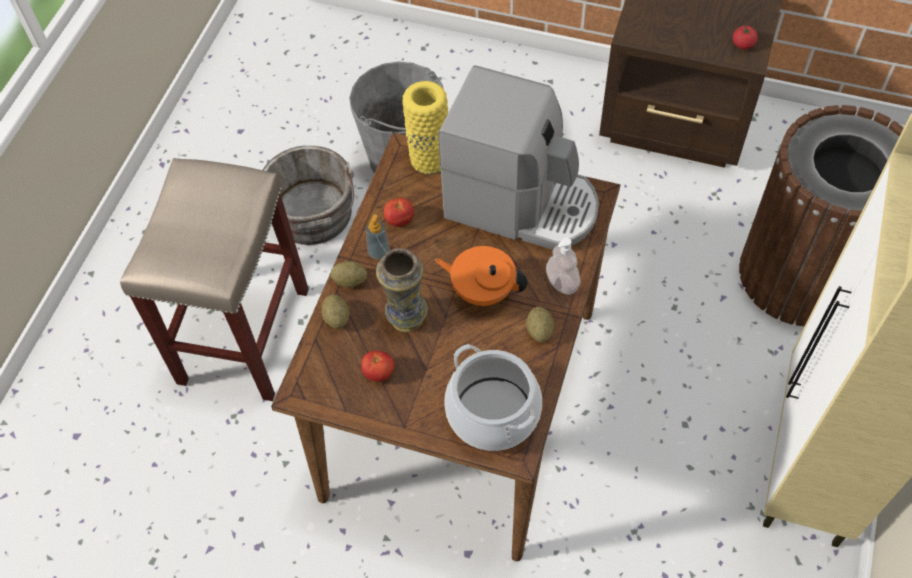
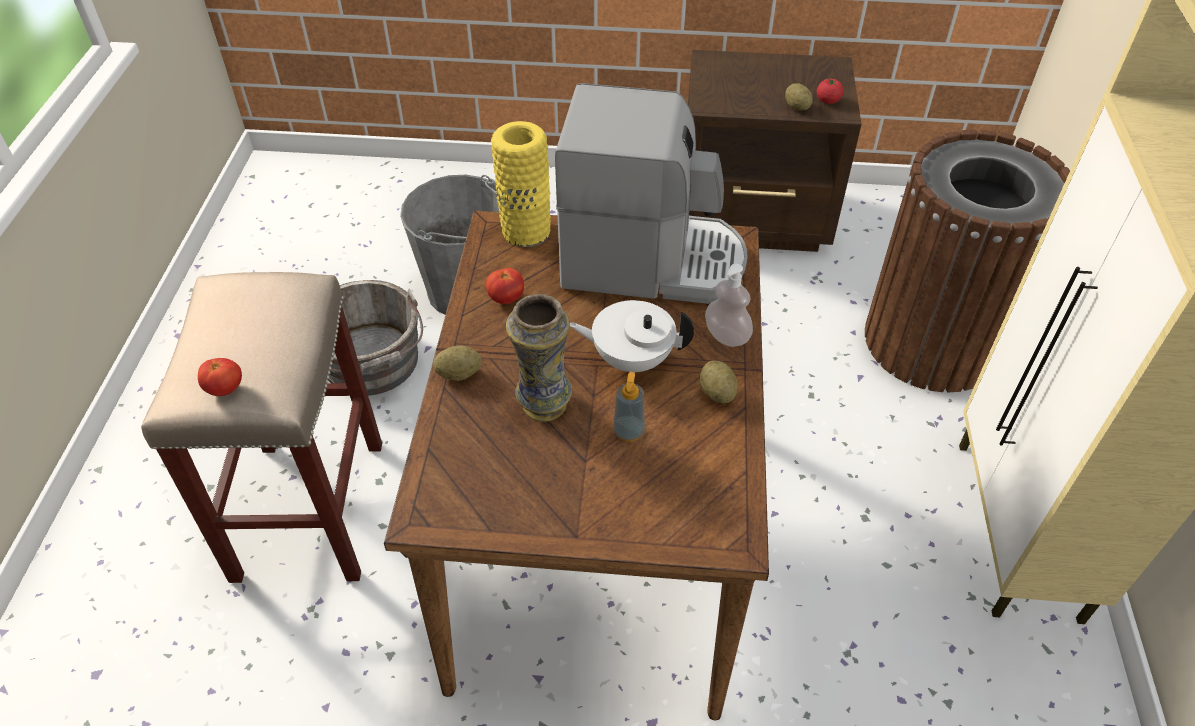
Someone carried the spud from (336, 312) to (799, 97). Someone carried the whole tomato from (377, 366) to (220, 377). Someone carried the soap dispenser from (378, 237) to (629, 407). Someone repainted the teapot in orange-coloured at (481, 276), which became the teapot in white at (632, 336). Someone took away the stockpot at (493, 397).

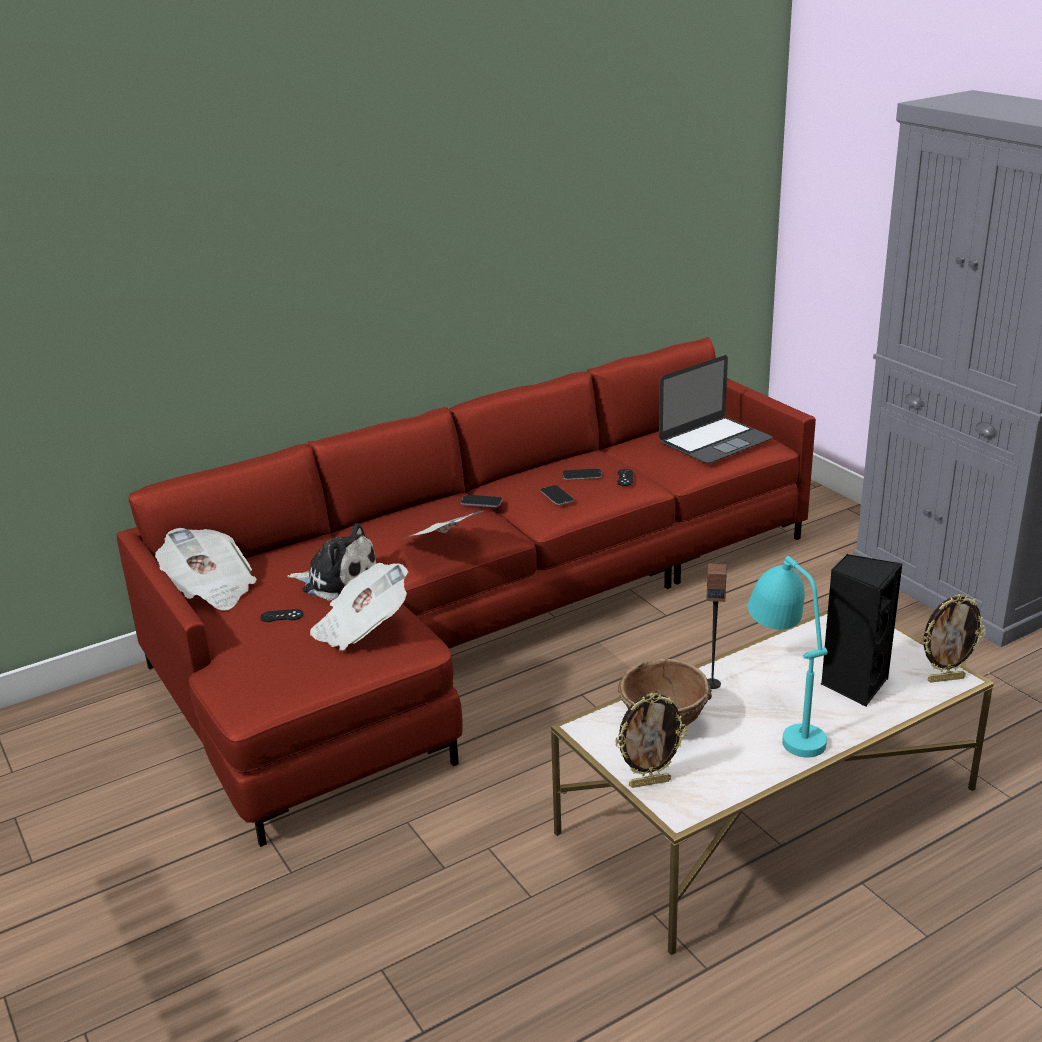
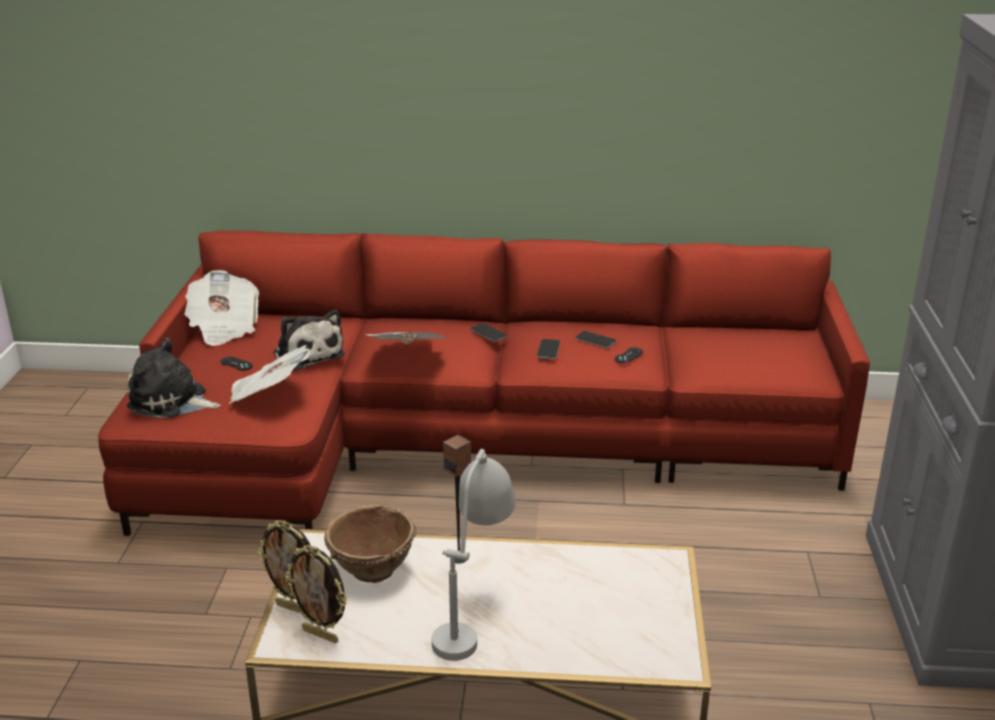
Someone took away the notebook computer at (716, 409). Someone repainted the lamp for a table in turquoise-coloured at (788, 656), which became the lamp for a table in grey at (474, 555). Someone took away the loudspeaker in black at (861, 630). Someone carried the standing frame from (953, 638) to (315, 594). Someone put down the plush toy at (173, 378).

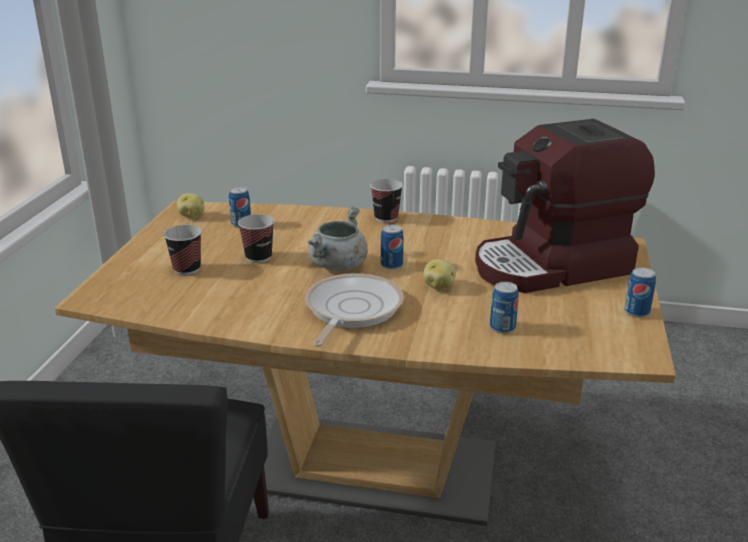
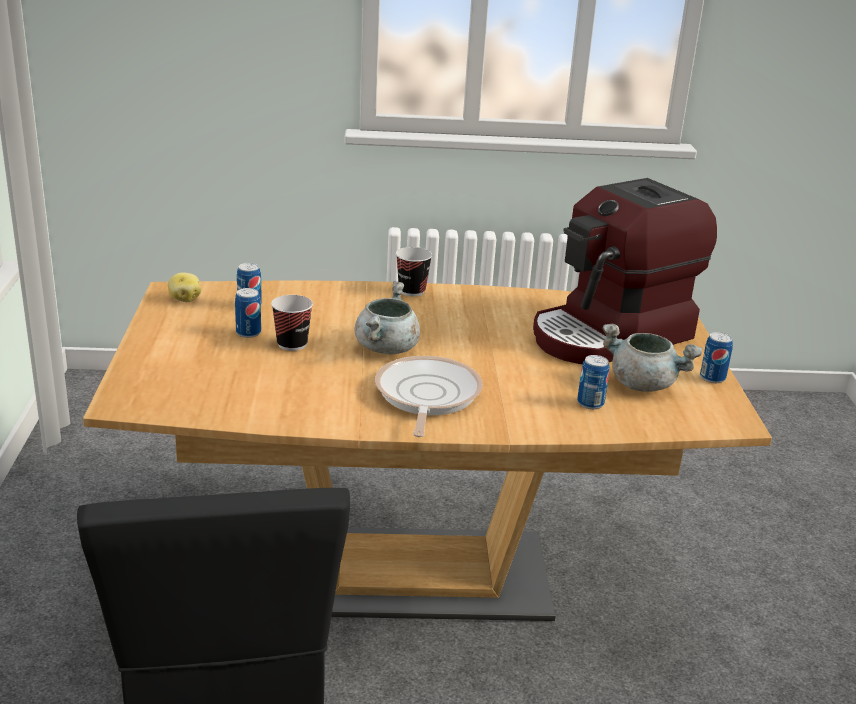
Someone took away the drinking cup at (183, 250). Someone carried the can from (392, 247) to (248, 313). Someone took away the spud at (439, 274). Someone put down the stockpot in grey at (652, 358).

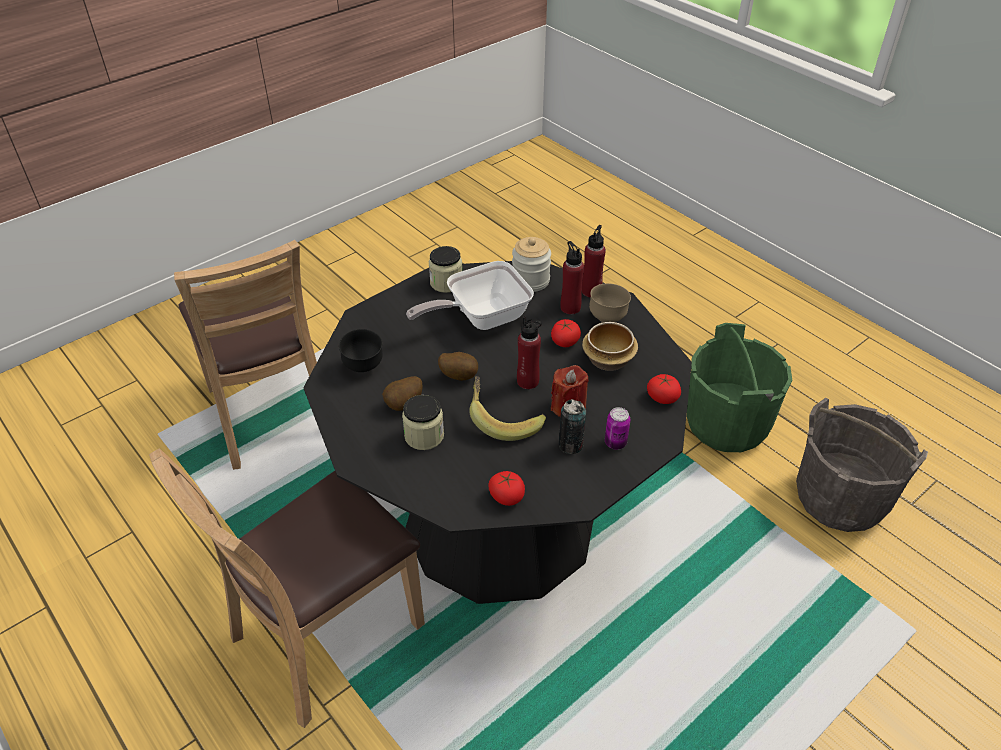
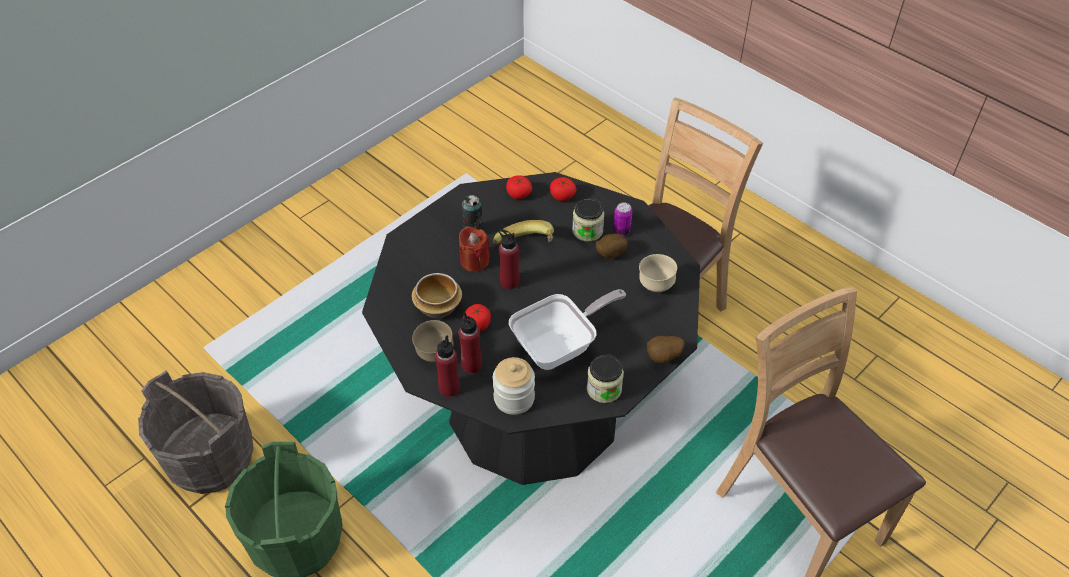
Someone repainted the bowl in black at (360, 350), which became the bowl in beige at (658, 273). Someone carried the spud from (458, 366) to (666, 349). Someone carried the can from (618, 428) to (623, 219). Someone carried the whole tomato from (664, 389) to (563, 189).

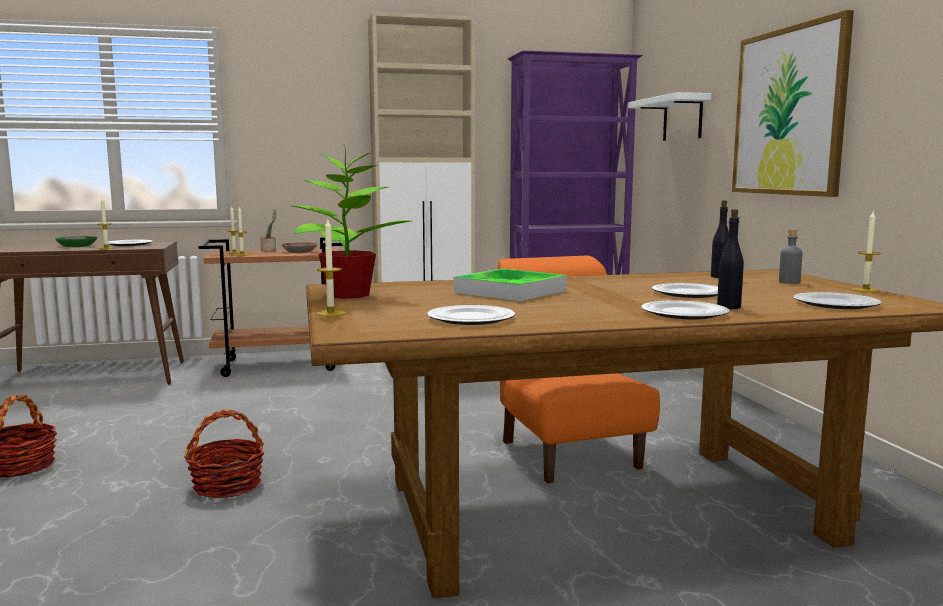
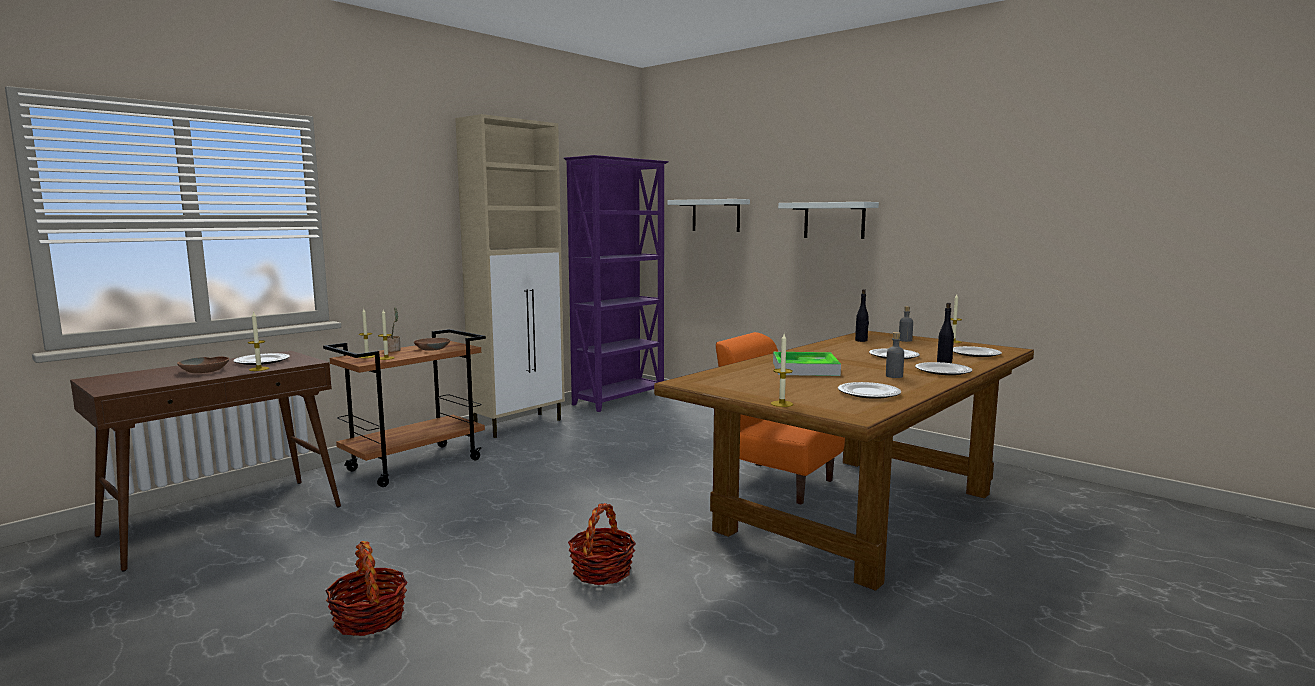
Someone repainted the bowl in green-coloured at (76, 241), which became the bowl in brownish at (203, 364). Someone took away the potted plant at (351, 221). Someone swapped the wall picture at (793, 103) for the wall shelf in white at (828, 220). Someone put down the drink bottle in grey at (895, 355).

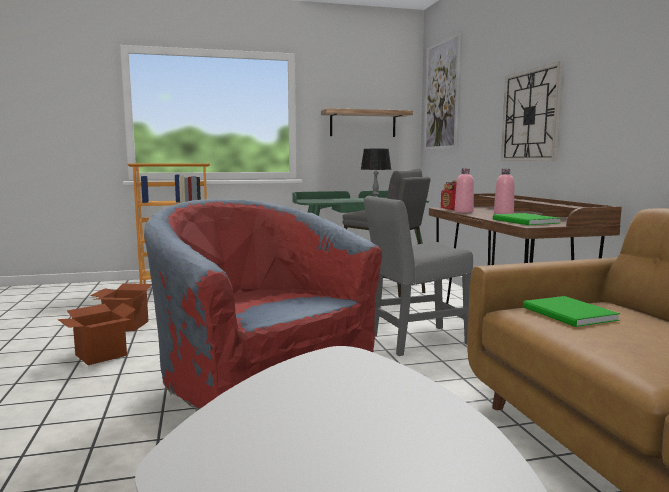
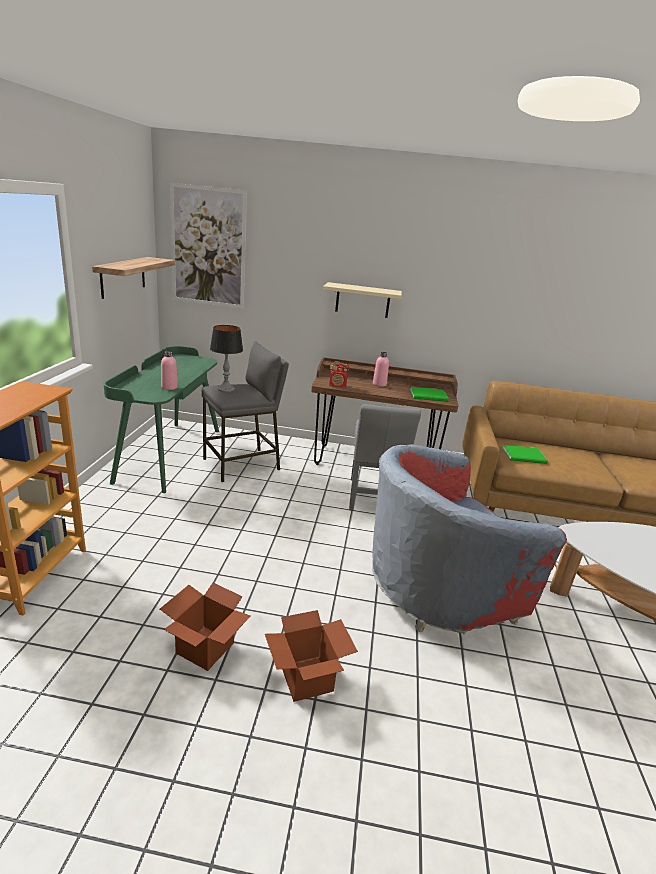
Someone carried the drink bottle in pink-coloured from (464, 190) to (169, 370). Someone swapped the hanging clock at (532, 111) for the wall shelf in beige at (362, 300).

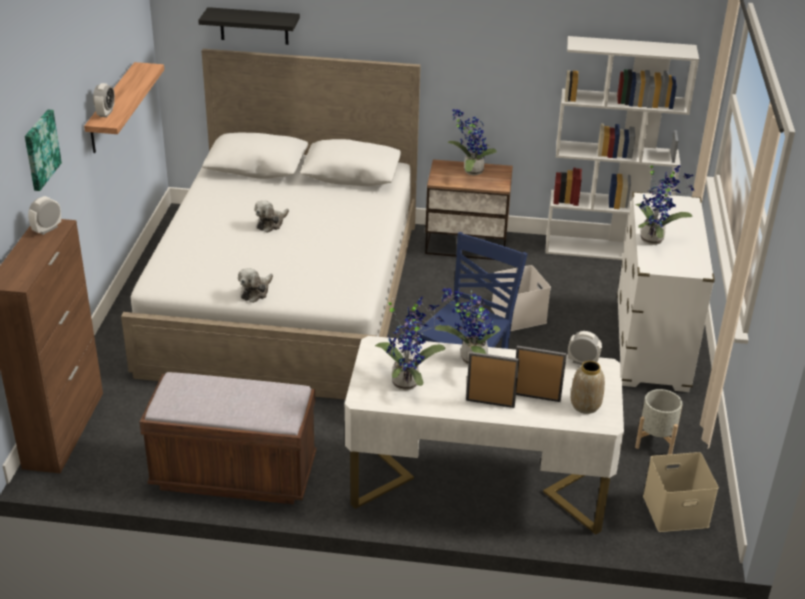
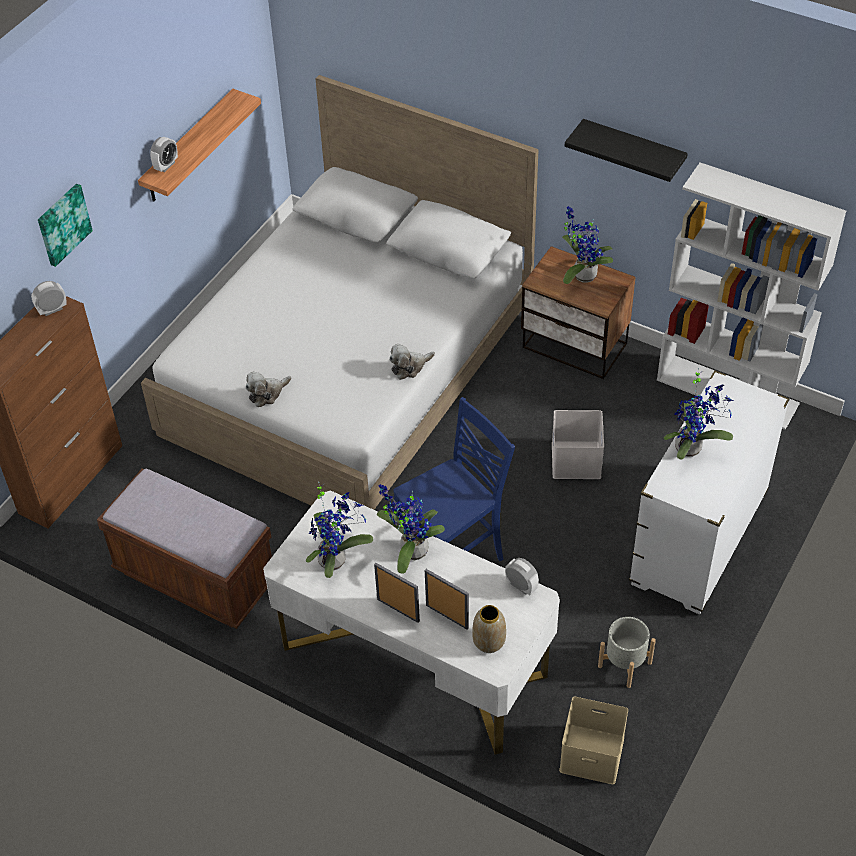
Someone carried the wall shelf in black from (249, 26) to (626, 150). Someone carried the plush toy from (271, 216) to (412, 362).

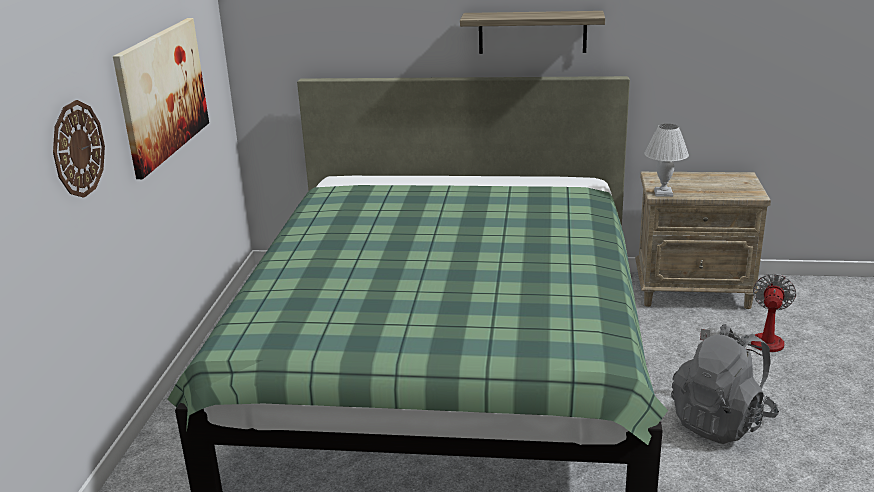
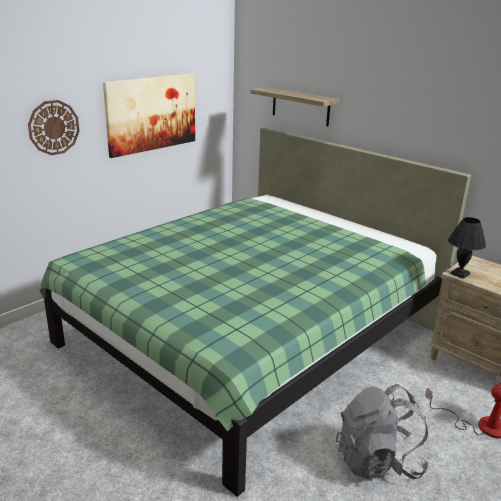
Someone carried the wall shelf from (532, 32) to (295, 106). Someone repainted the lamp for a table in white at (666, 160), which became the lamp for a table in black at (467, 248).

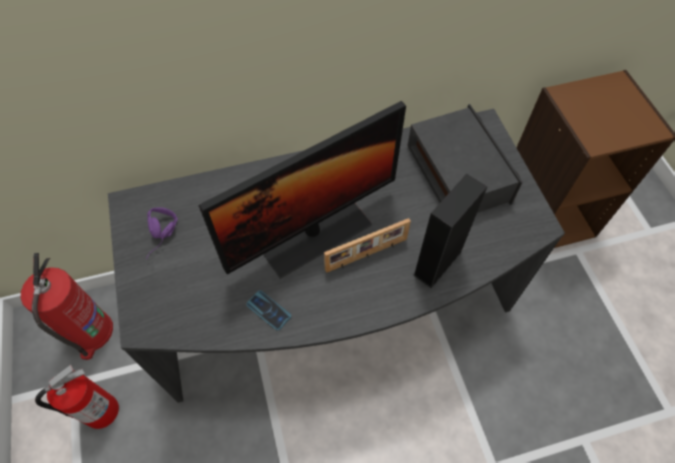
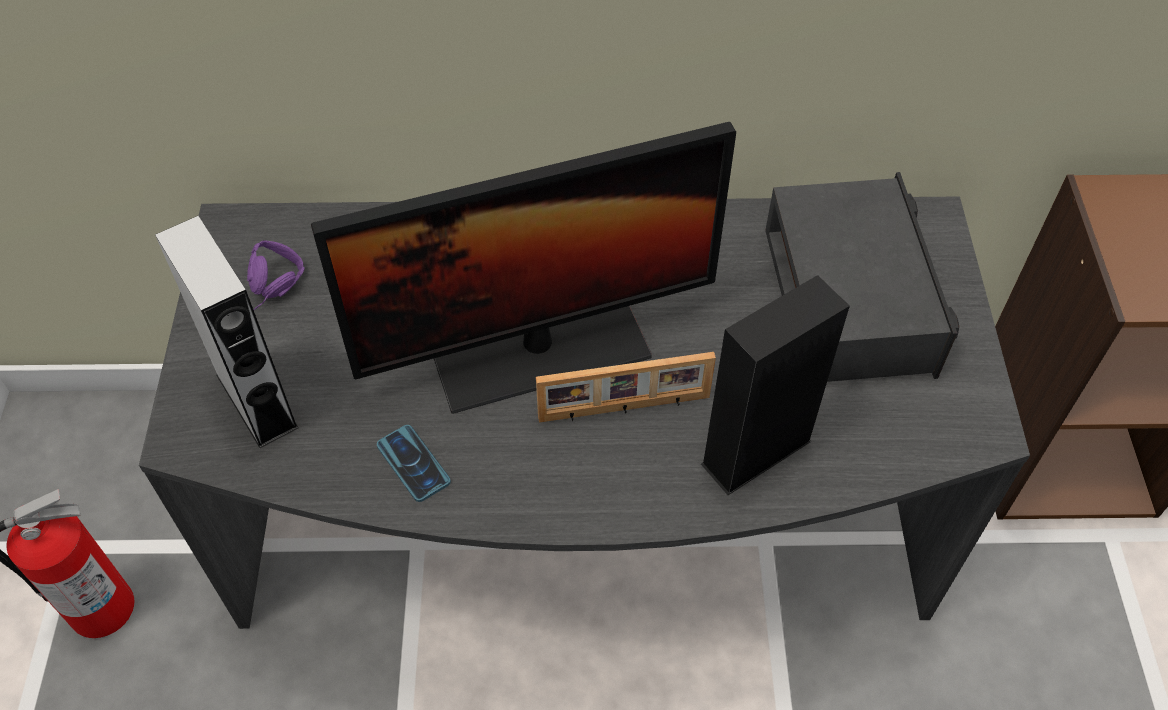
Someone took away the fire extinguisher at (67, 306). Someone put down the loudspeaker in grey at (227, 332).

